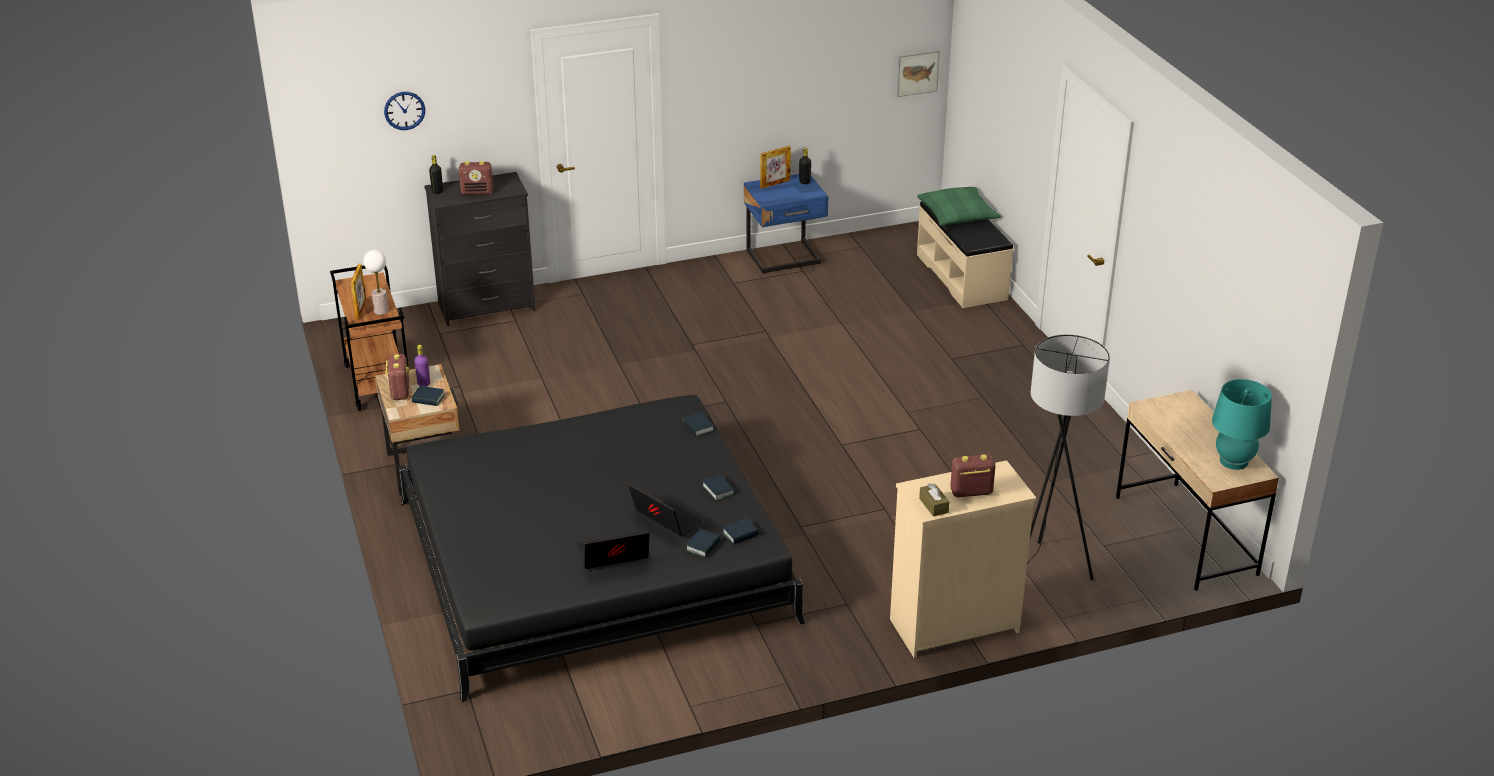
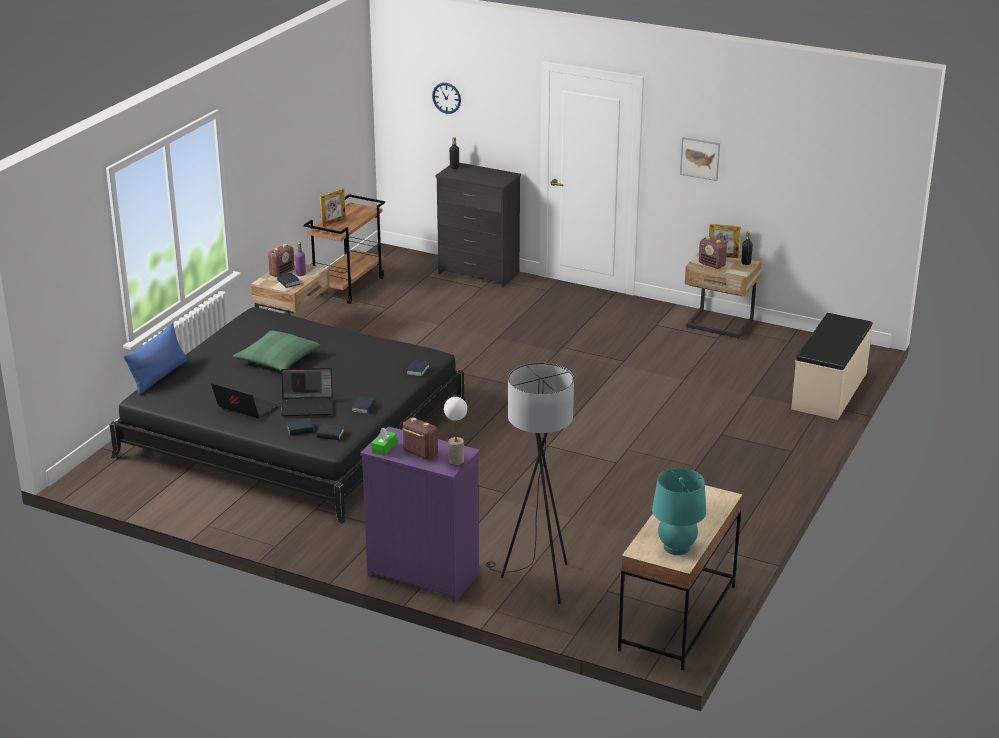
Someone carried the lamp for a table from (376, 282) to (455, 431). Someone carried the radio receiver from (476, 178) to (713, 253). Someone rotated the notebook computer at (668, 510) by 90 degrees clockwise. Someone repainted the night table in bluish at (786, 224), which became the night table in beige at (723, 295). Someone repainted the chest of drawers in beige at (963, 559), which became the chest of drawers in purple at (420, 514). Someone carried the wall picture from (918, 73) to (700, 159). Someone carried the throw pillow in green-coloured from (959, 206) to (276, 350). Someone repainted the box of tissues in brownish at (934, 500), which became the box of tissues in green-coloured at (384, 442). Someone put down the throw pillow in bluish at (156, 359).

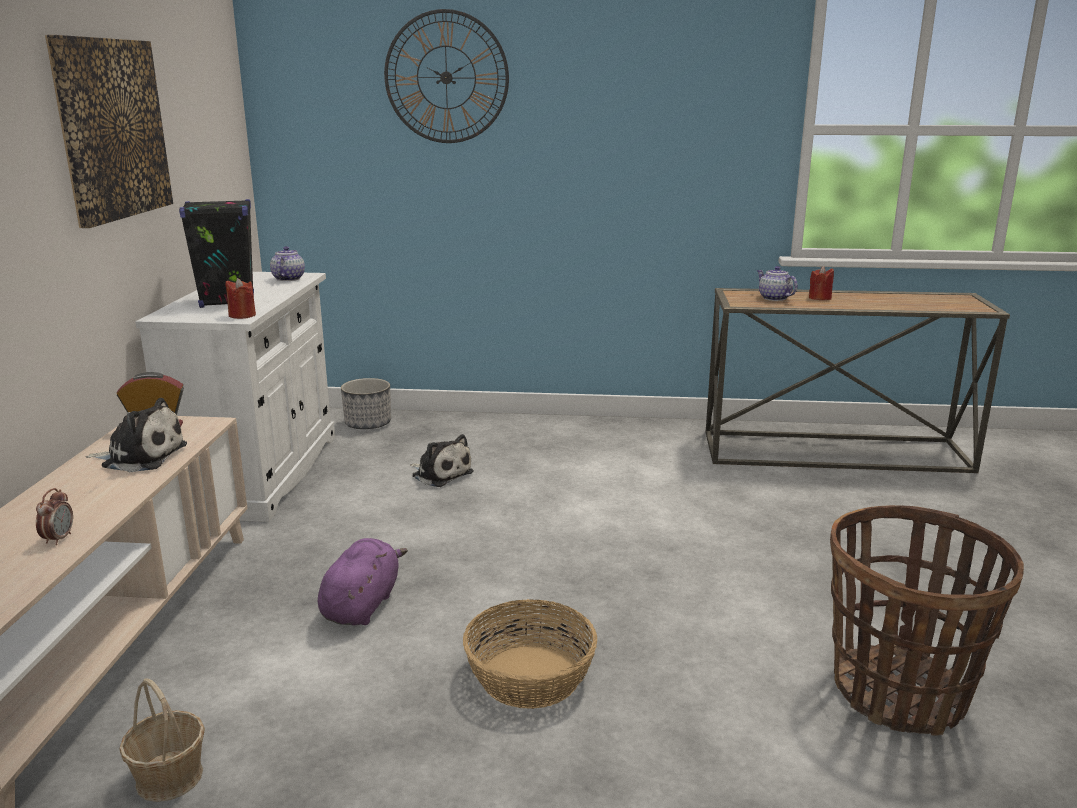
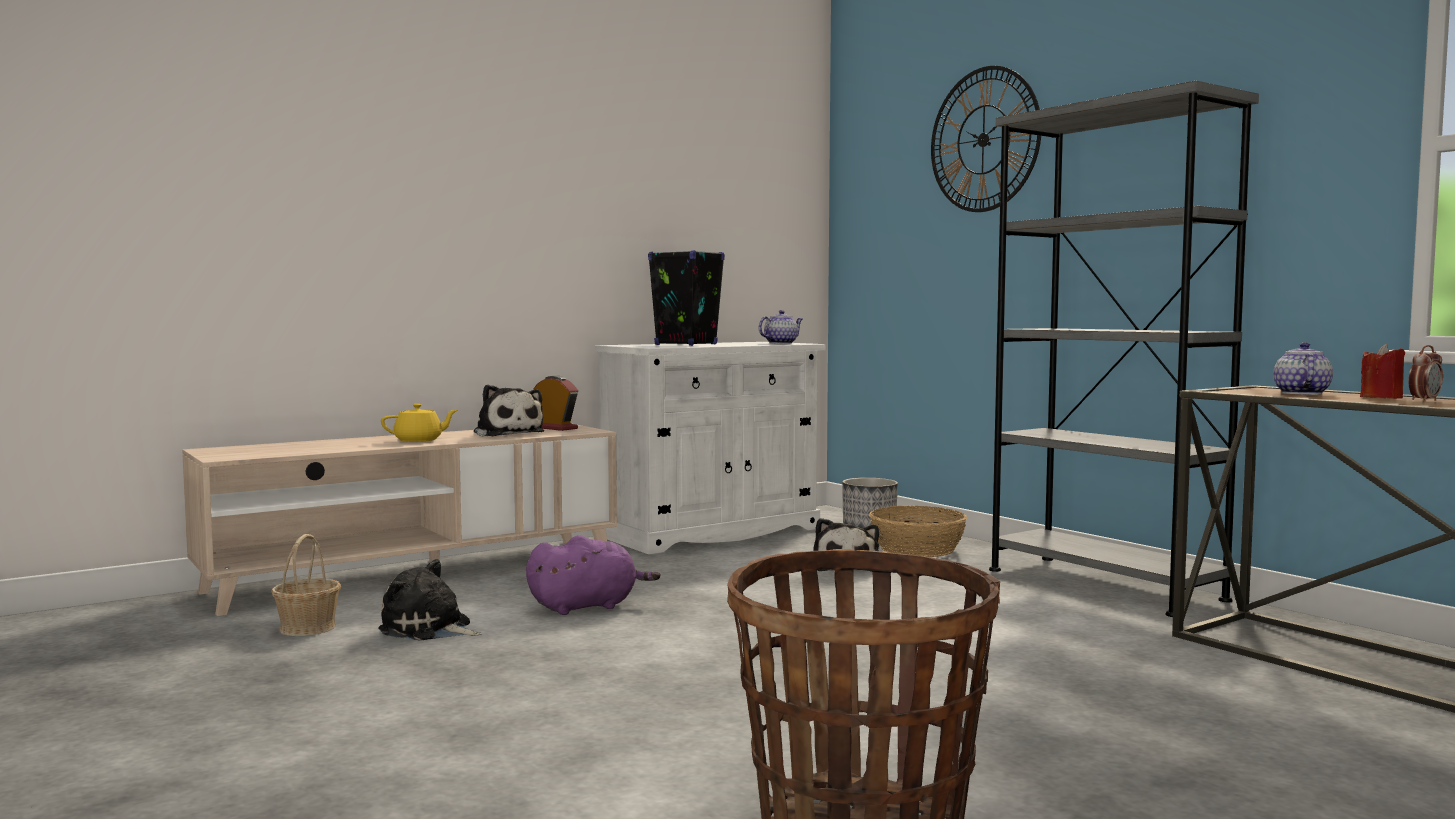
Someone carried the bedside clock from (54, 516) to (1425, 373). Someone took away the wall picture at (109, 131). Someone took away the wax candle in reddish at (240, 298). Someone carried the basket from (530, 654) to (918, 531). Someone put down the plush toy at (430, 600). Someone put down the teapot in yellowish at (419, 423). Someone put down the bookcase in grey at (1124, 349).

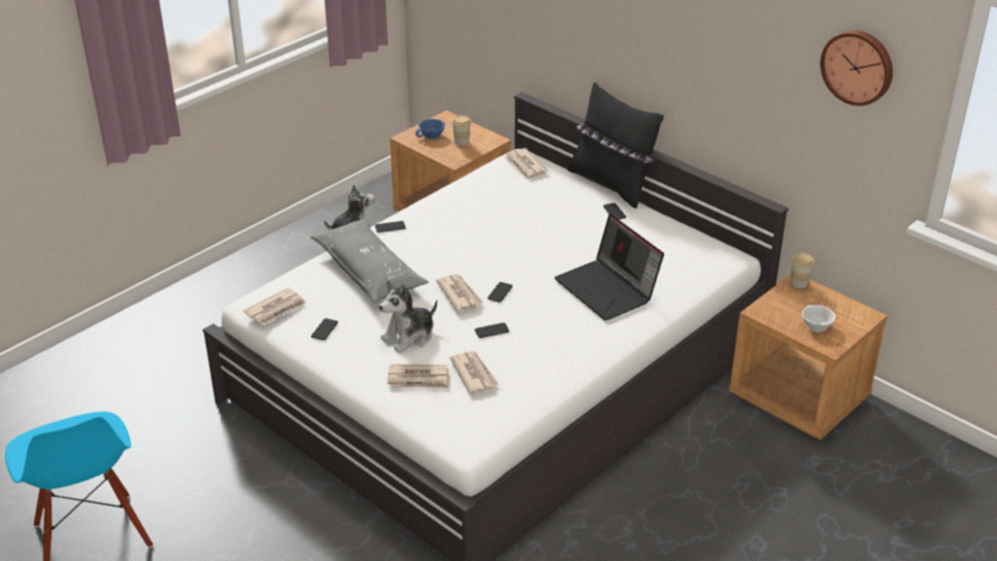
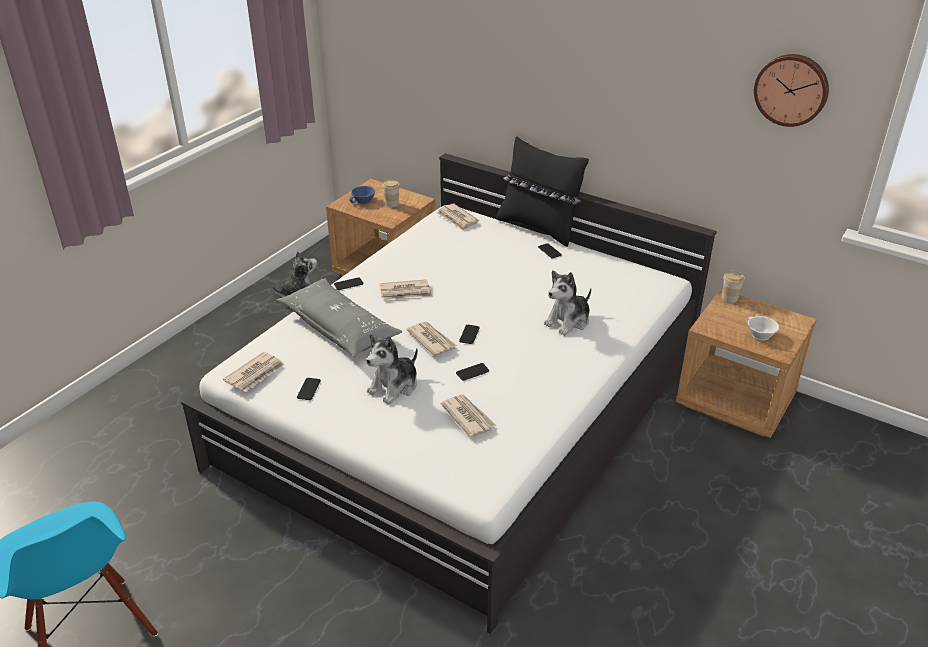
Someone carried the daily paper from (418, 376) to (405, 289). Someone swapped the notebook computer at (609, 267) for the plush toy at (567, 303).

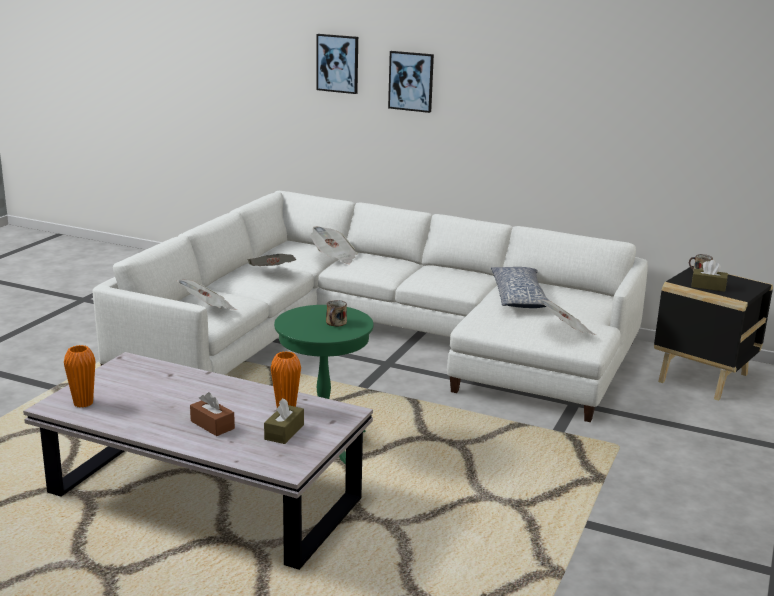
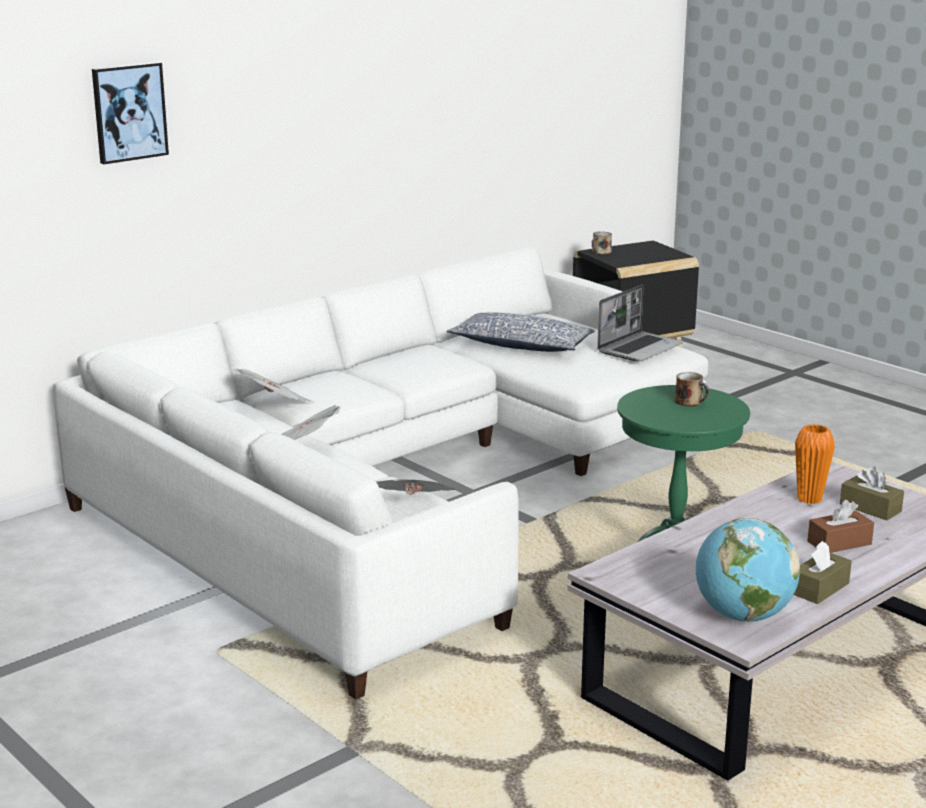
Someone swapped the vase in orange-coloured at (79, 376) for the desk globe at (748, 570). Someone took away the wall picture at (411, 82). Someone swapped the daily paper at (567, 317) for the notebook computer at (640, 323). Someone carried the box of tissues in brownish from (709, 276) to (823, 572).

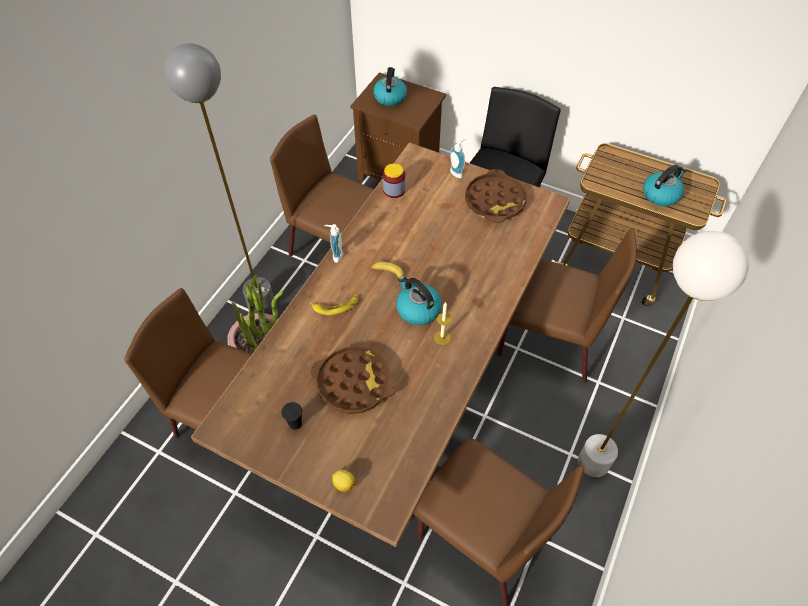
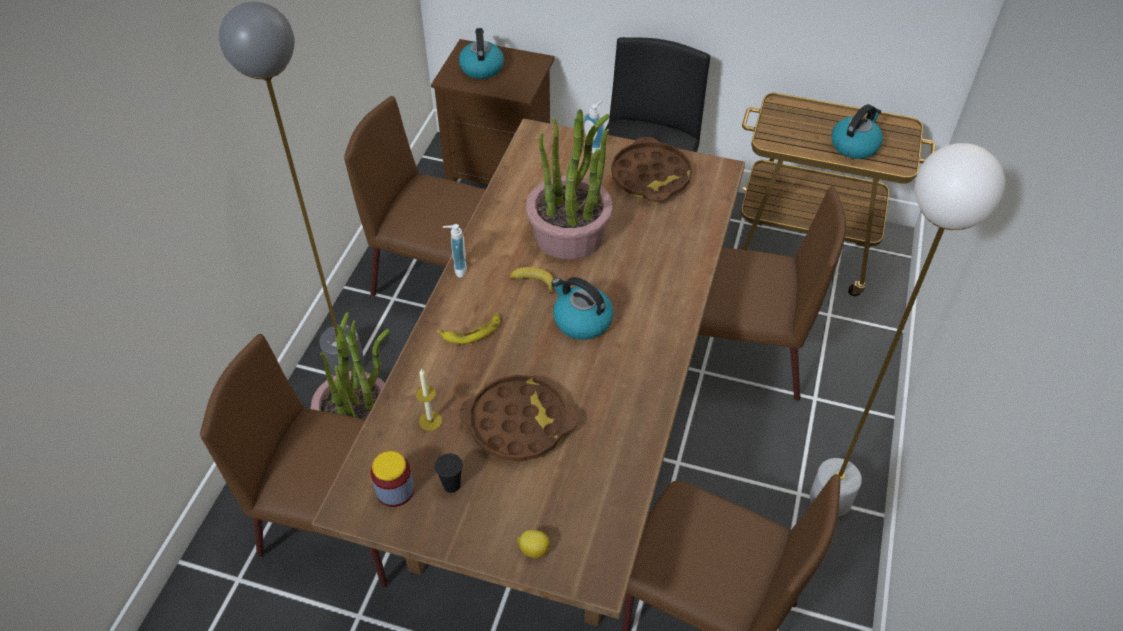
Someone carried the preserve jar from (394, 180) to (392, 479). Someone carried the wax candle from (442, 323) to (429, 400). Someone put down the potted plant at (569, 184).

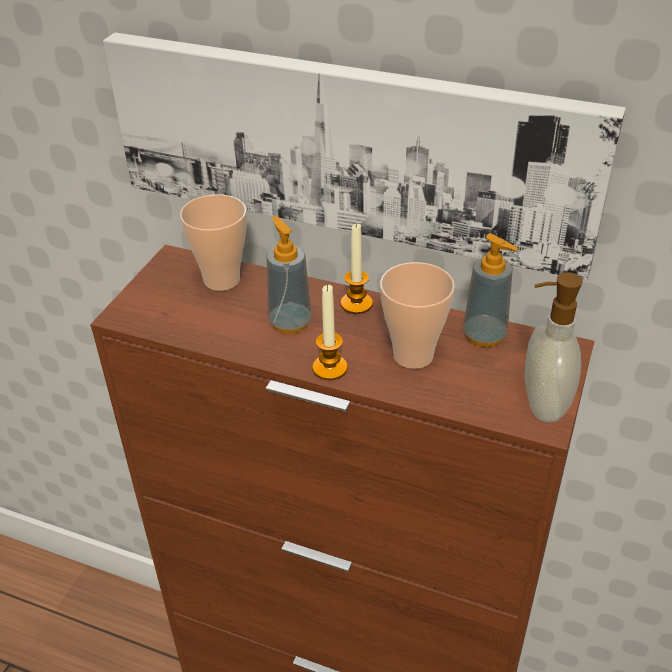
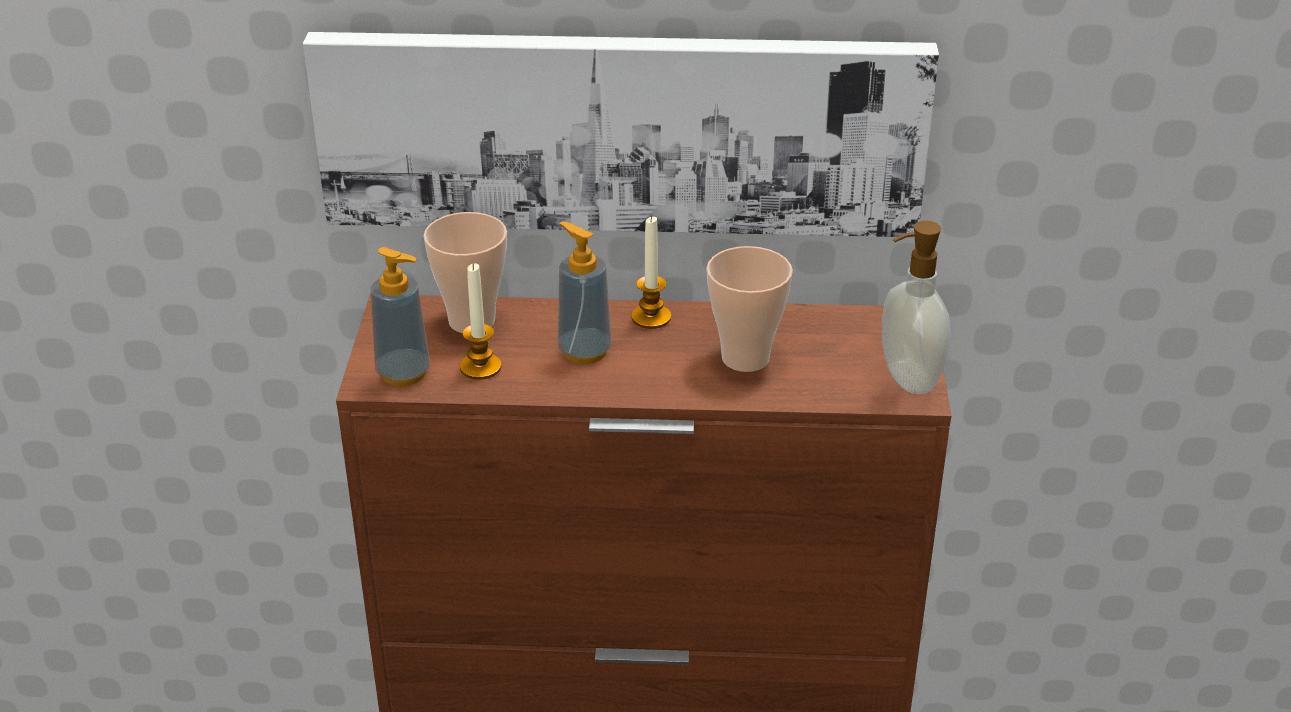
Someone carried the wax candle from (330, 332) to (480, 321). Someone carried the soap dispenser from (490, 290) to (400, 316).

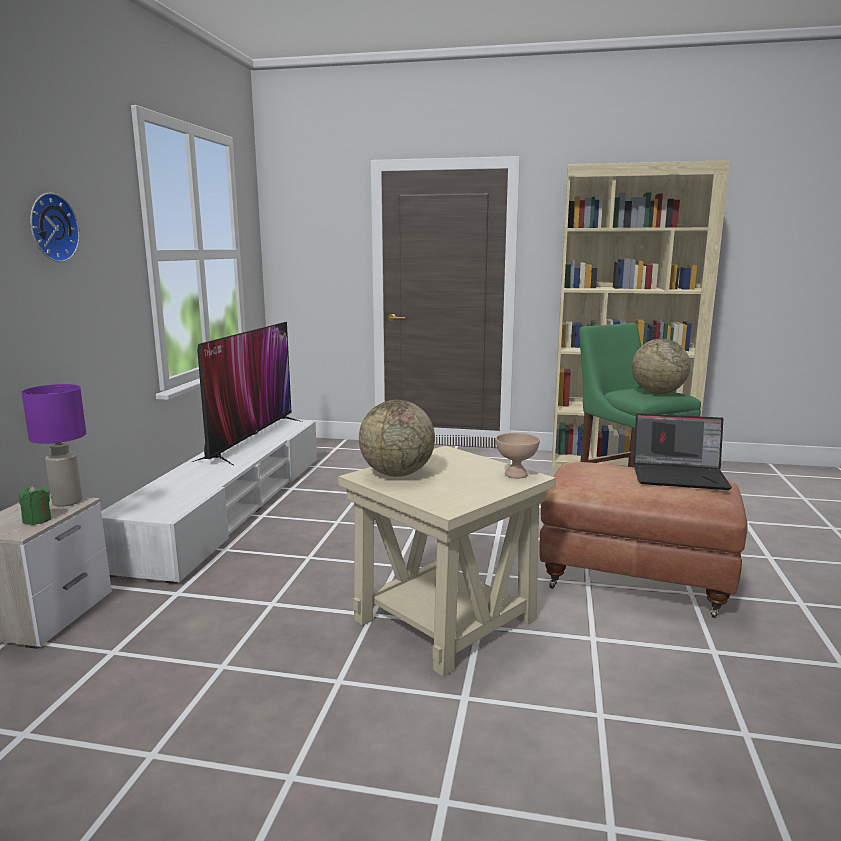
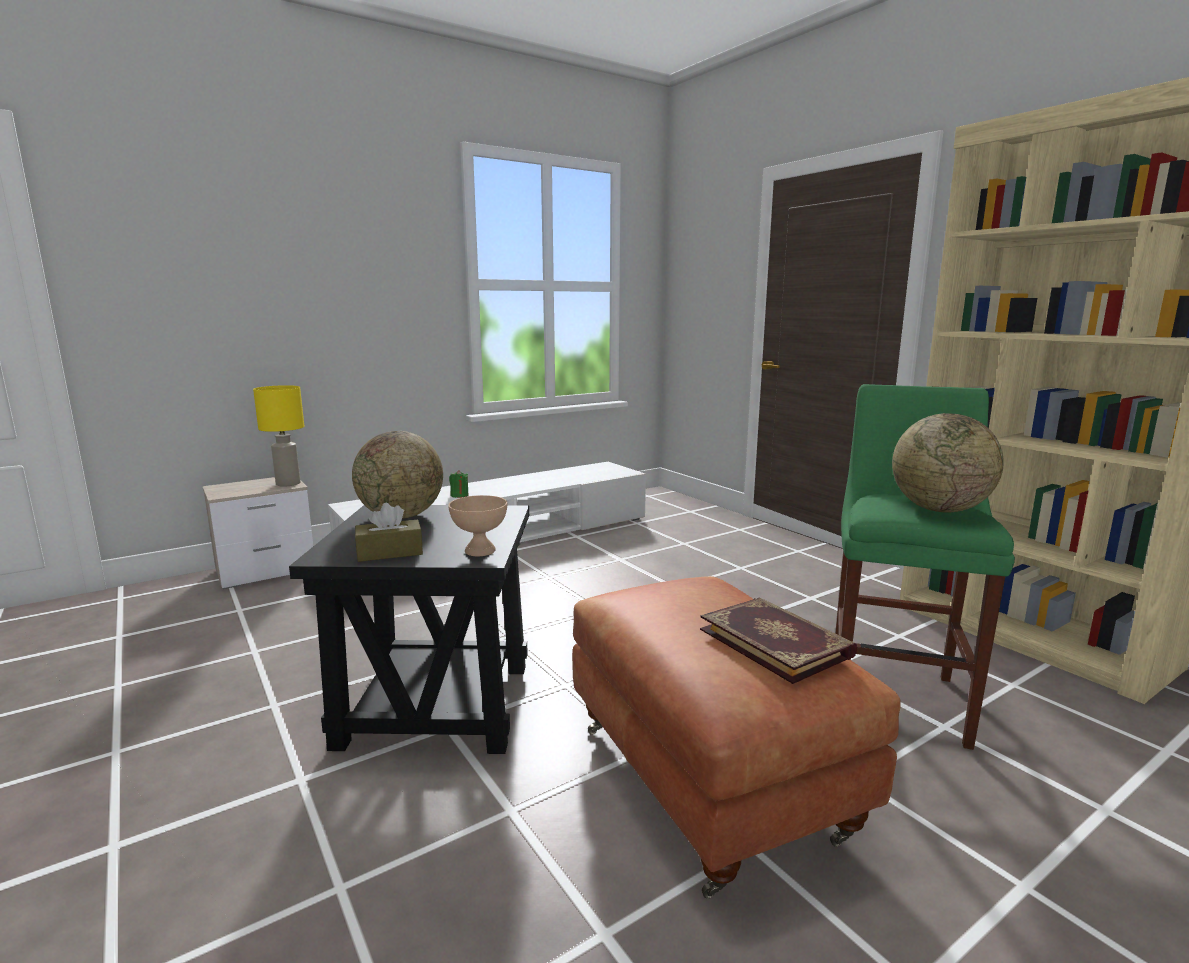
Someone carried the wax candle in green-coloured from (34, 505) to (459, 484). Someone repainted the lamp for a table in purple at (53, 445), which became the lamp for a table in yellowish at (278, 436). Someone took away the hanging clock at (55, 227). Someone took away the TV at (247, 393). Someone repainted the end table in beige at (447, 561), which became the end table in black at (409, 629). Someone swapped the notebook computer at (682, 451) for the bound book at (778, 640). Someone put down the box of tissues in brownish at (389, 532).

